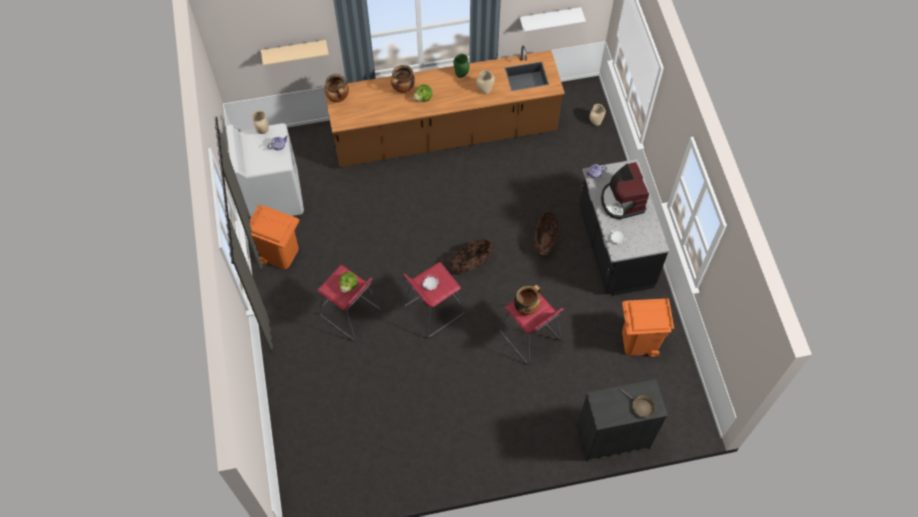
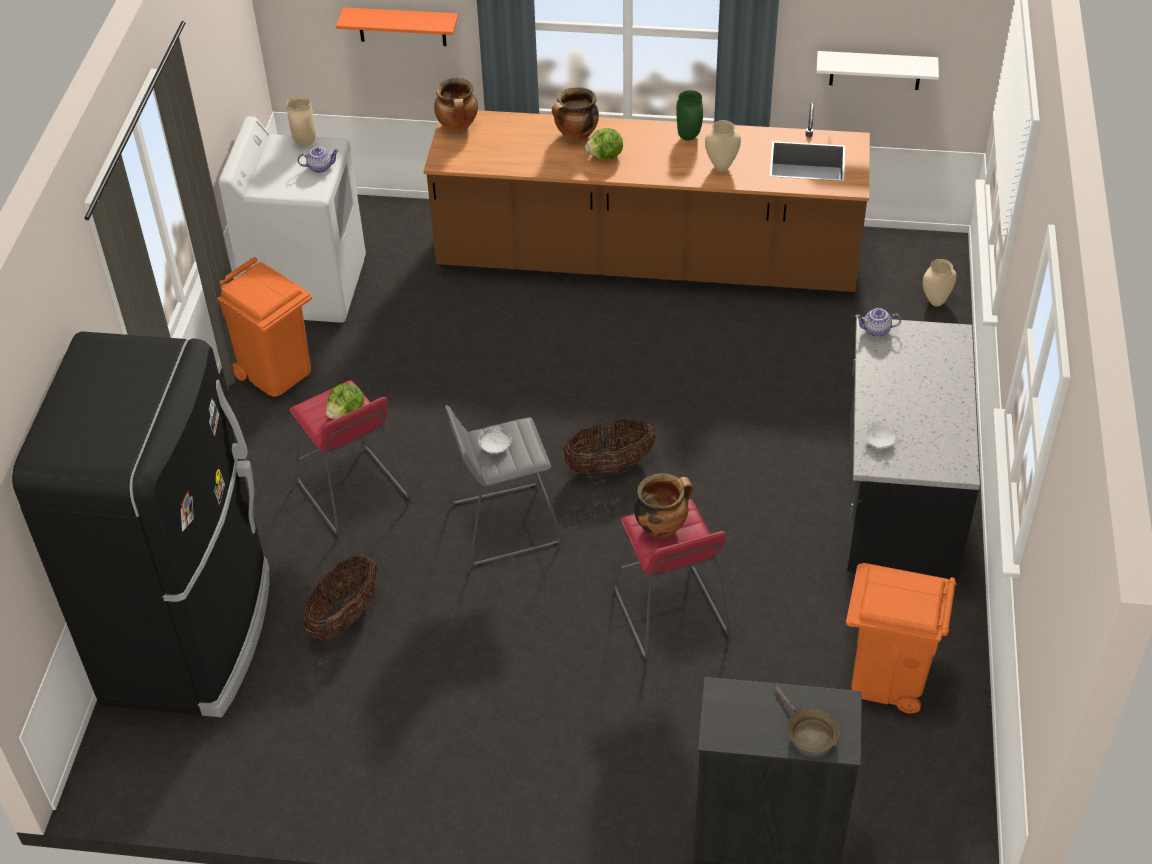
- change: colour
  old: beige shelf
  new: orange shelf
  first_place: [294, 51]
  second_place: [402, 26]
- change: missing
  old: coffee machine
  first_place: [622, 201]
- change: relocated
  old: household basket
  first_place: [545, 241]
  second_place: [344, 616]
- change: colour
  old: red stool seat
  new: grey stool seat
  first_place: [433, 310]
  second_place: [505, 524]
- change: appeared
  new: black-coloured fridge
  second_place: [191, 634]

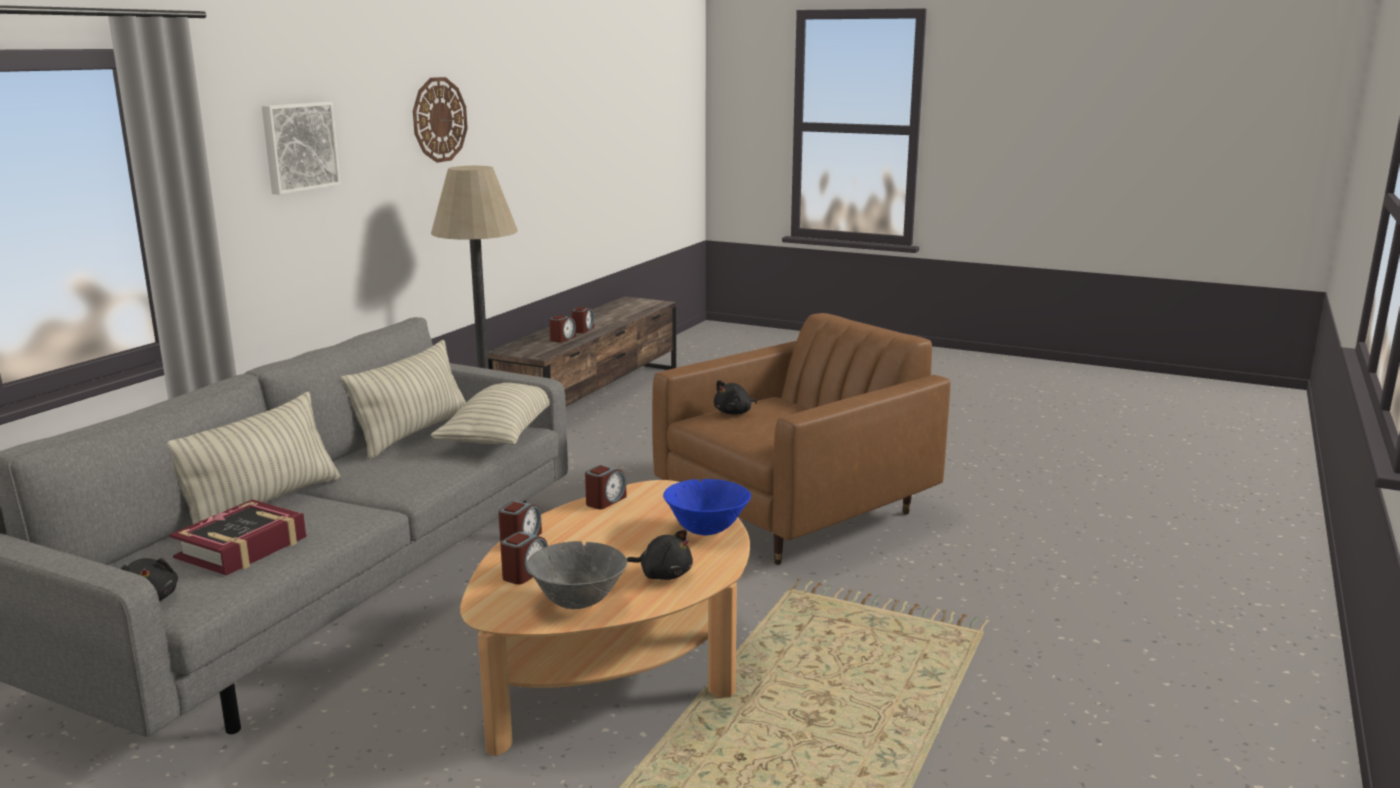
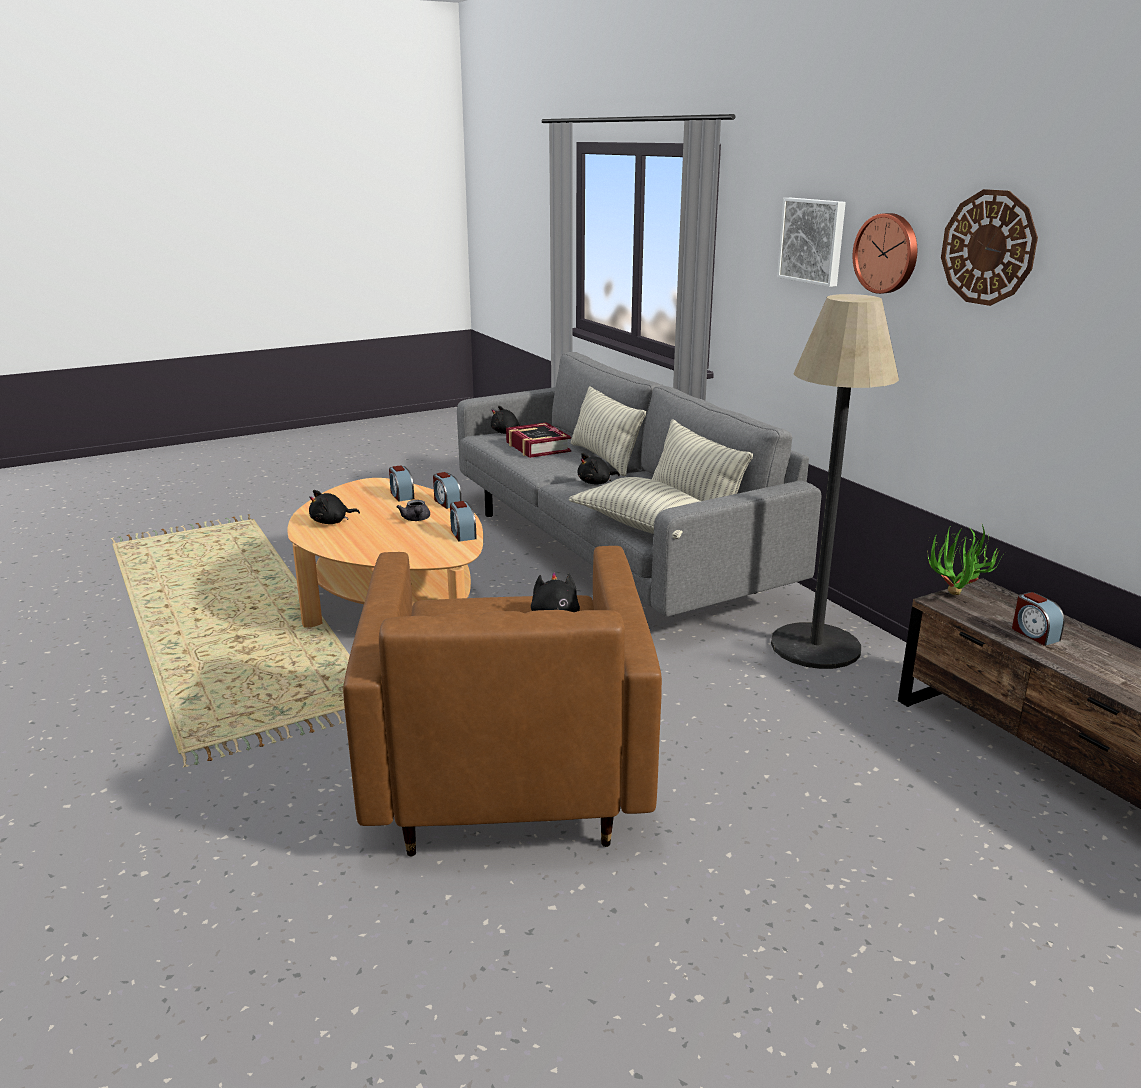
- change: missing
  old: alarm clock
  first_place: [582, 330]
- change: missing
  old: bluish serving bowl
  first_place: [706, 531]
- change: missing
  old: grey serving bowl
  first_place: [577, 603]
- change: appeared
  new: clock on the wall
  second_place: [887, 253]
- change: appeared
  new: black-coloured soft toy
  second_place: [596, 483]
- change: appeared
  new: grey pot for tea
  second_place: [416, 519]
- change: appeared
  new: houseplant
  second_place: [955, 599]

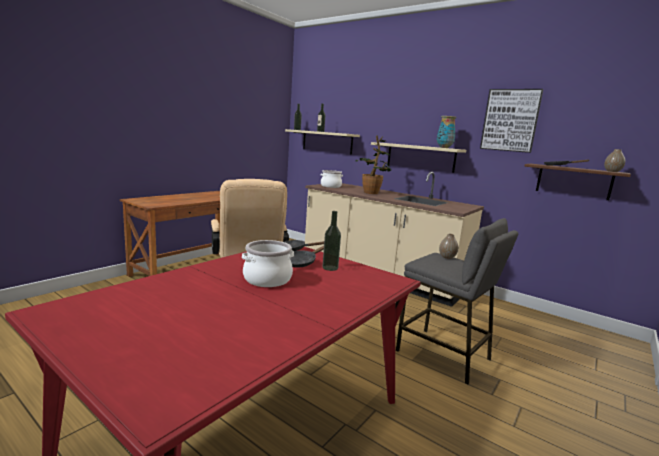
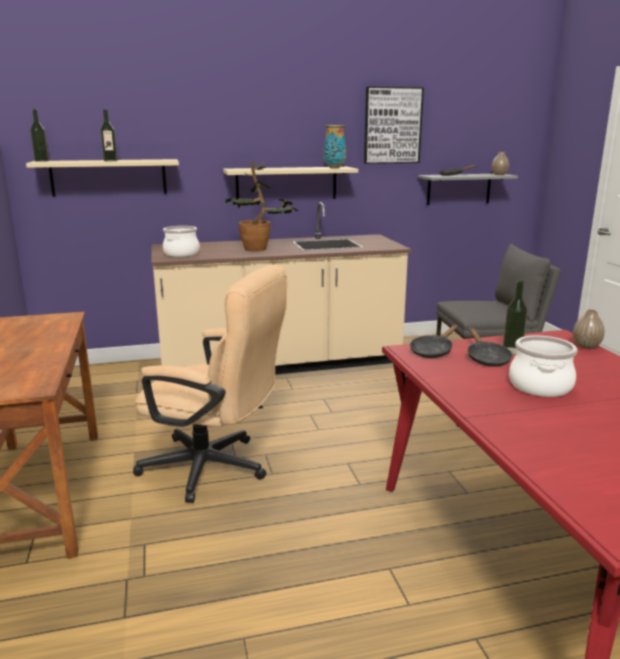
- change: colour
  old: brownish shelf
  new: grey shelf
  first_place: [573, 181]
  second_place: [458, 189]
- change: relocated
  old: decorative vase
  first_place: [447, 257]
  second_place: [586, 346]

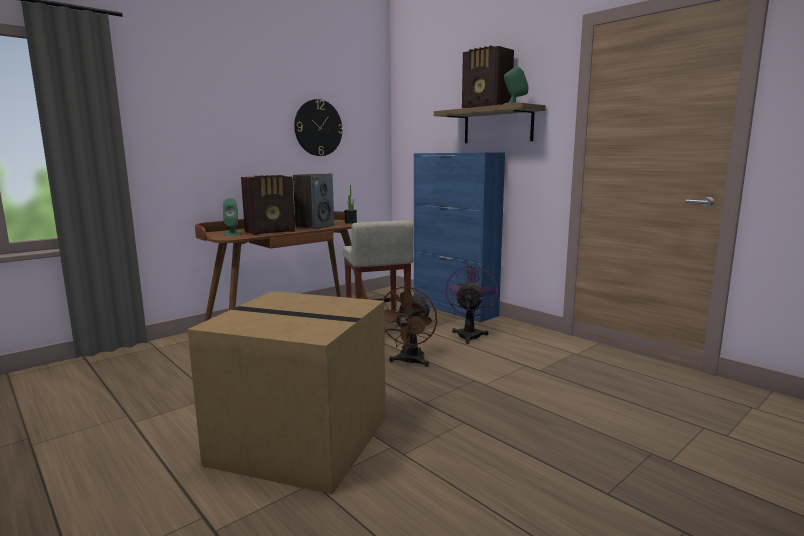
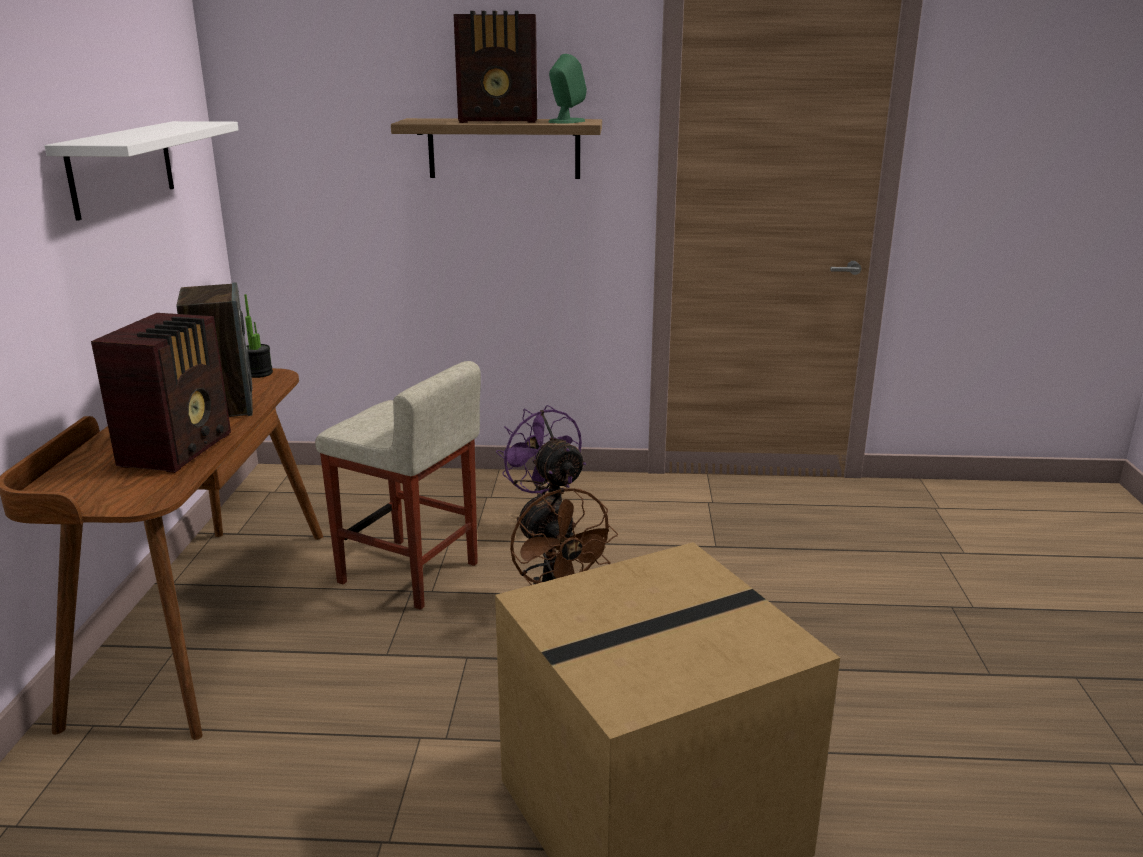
- change: exchanged
  old: clock on the wall
  new: whitish shelf
  first_place: [318, 128]
  second_place: [122, 167]
- change: missing
  old: bluish cabinet
  first_place: [454, 309]
- change: missing
  old: green loudspeaker
  first_place: [232, 234]

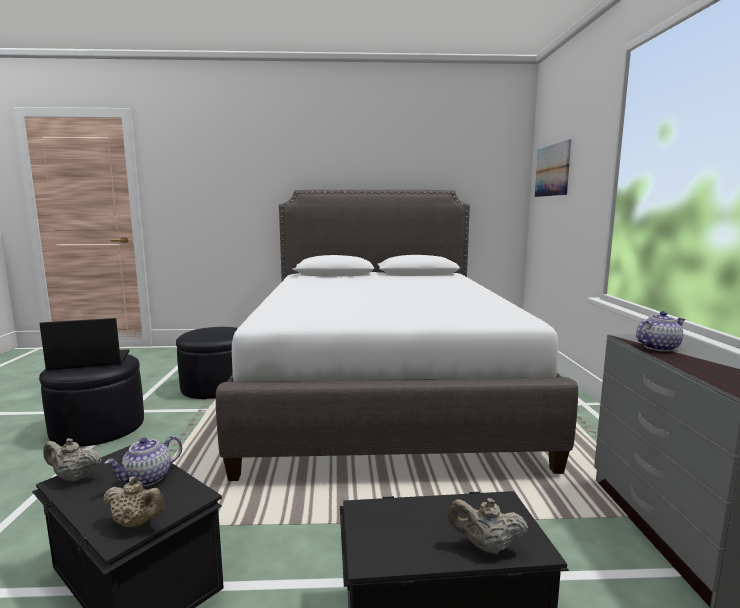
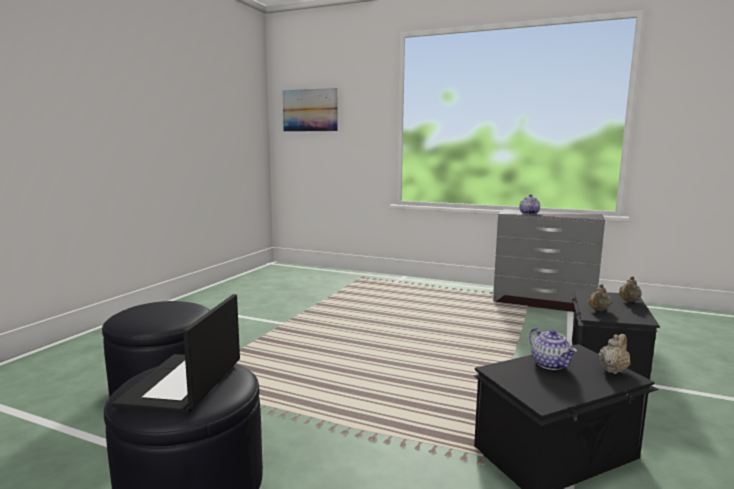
- change: missing
  old: whitish sleeping bed
  first_place: [382, 389]
- change: relocated
  old: beige pot for tea
  first_place: [73, 477]
  second_place: [598, 310]

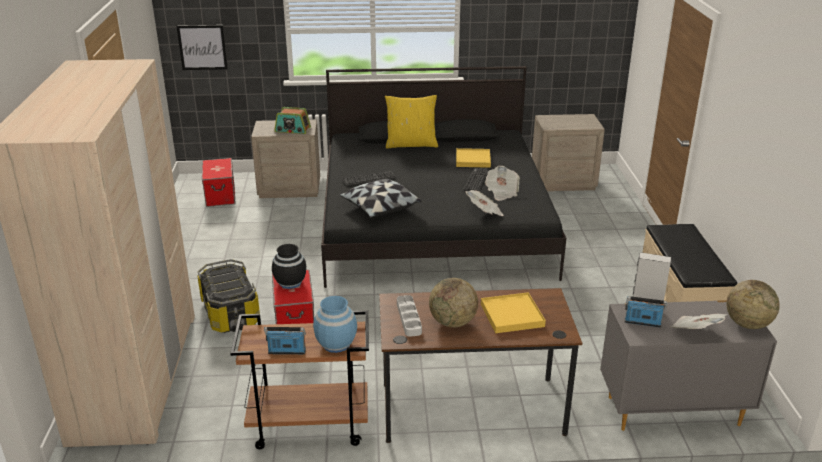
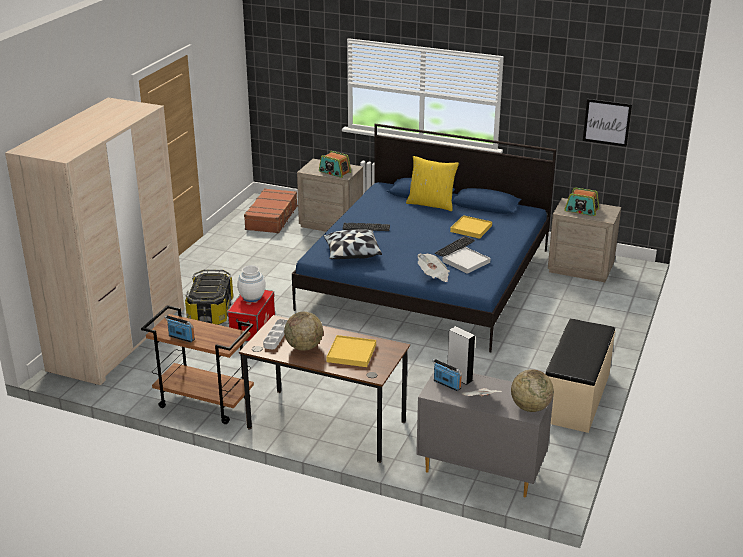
- change: relocated
  old: wall art
  first_place: [202, 47]
  second_place: [607, 122]
- change: colour
  old: black-coloured sleeping bed
  new: bluish sleeping bed
  first_place: [434, 222]
  second_place: [426, 279]
- change: exchanged
  old: storage bin
  new: brownish piece of luggage
  first_place: [220, 195]
  second_place: [272, 218]
- change: exchanged
  old: daily paper
  new: whitish carrying tray
  first_place: [501, 192]
  second_place: [466, 262]
- change: colour
  old: black-coloured decorative vase
  new: whitish decorative vase
  first_place: [290, 282]
  second_place: [252, 297]
- change: missing
  old: bluish decorative vase
  first_place: [336, 344]
- change: appeared
  new: radio receiver
  second_place: [581, 210]

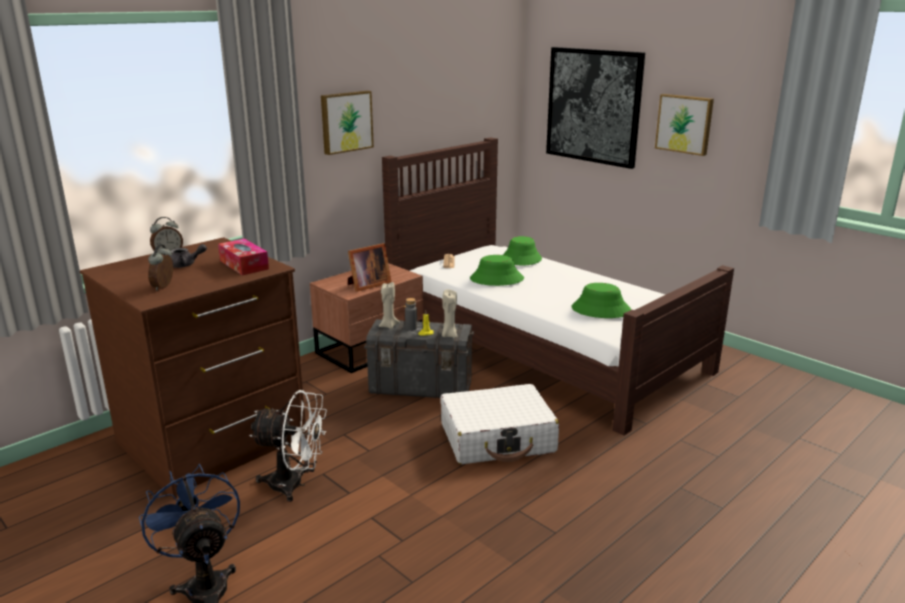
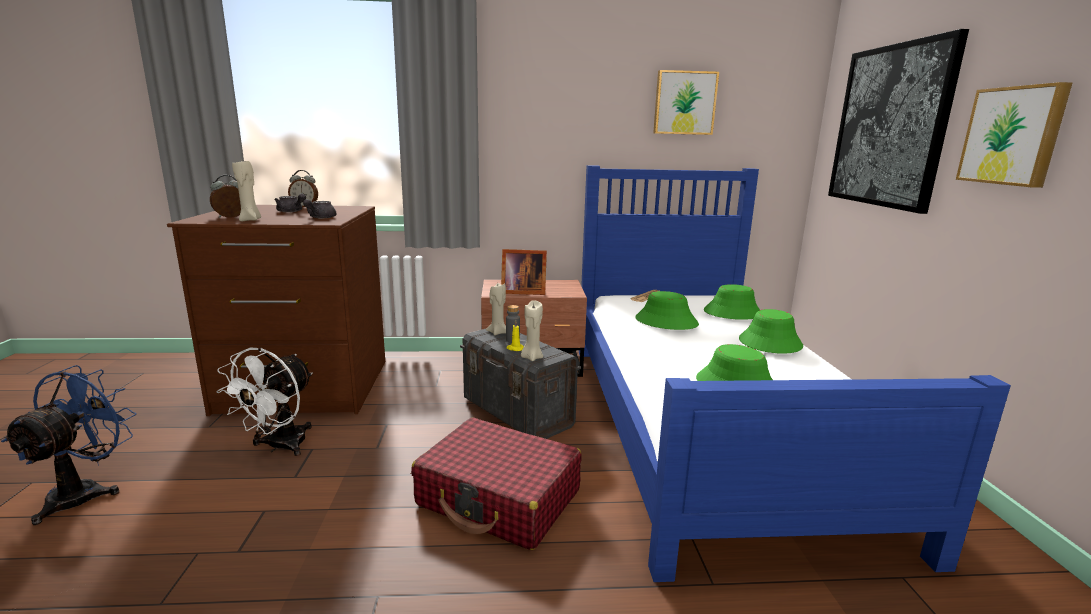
- change: relocated
  old: wall art
  first_place: [346, 122]
  second_place: [684, 103]
- change: colour
  old: brownish sleeping bed
  new: bluish sleeping bed
  first_place: [541, 347]
  second_place: [704, 425]
- change: exchanged
  old: box of tissues
  new: grey pot for tea
  first_place: [244, 265]
  second_place: [319, 217]
- change: colour
  old: whitish piece of luggage
  new: red piece of luggage
  first_place: [498, 438]
  second_place: [499, 498]
- change: spun
  old: whitish electric fan
  first_place: [295, 485]
  second_place: [279, 447]
  degrees: 60
- change: appeared
  new: beige wax candle
  second_place: [250, 220]
- change: appeared
  new: green clothing hat
  second_place: [769, 343]

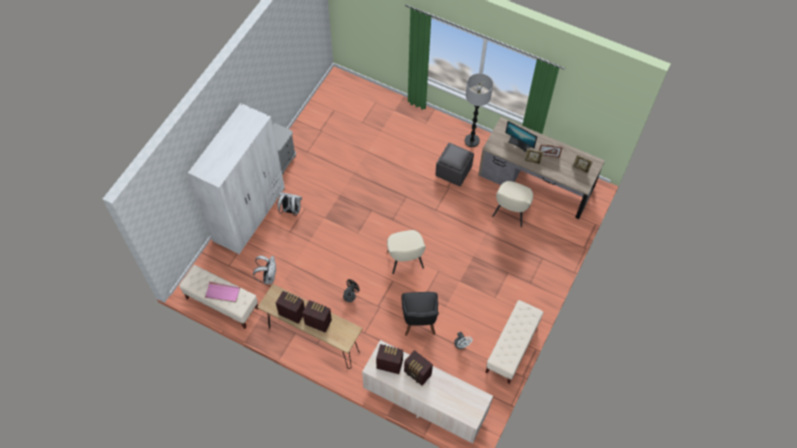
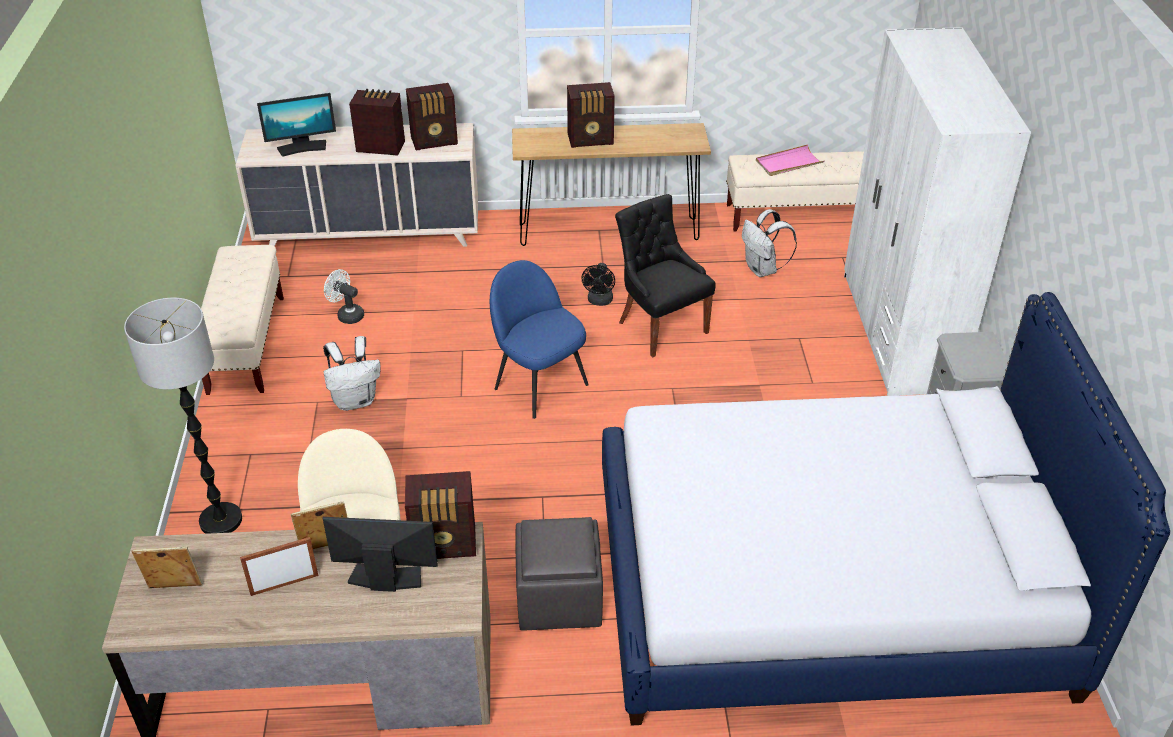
- change: relocated
  old: standard lamp
  first_place: [472, 141]
  second_place: [220, 520]
- change: relocated
  old: whitish backpack
  first_place: [291, 211]
  second_place: [355, 400]
- change: colour
  old: beige plain chair
  new: bluish plain chair
  first_place: [405, 261]
  second_place: [539, 385]
- change: relocated
  old: radio receiver
  first_place: [292, 312]
  second_place: [445, 544]
- change: relocated
  old: black-coloured plain chair
  first_place: [419, 322]
  second_place: [660, 326]
- change: appeared
  new: computer display
  second_place: [302, 148]
- change: appeared
  new: sleeping bed
  second_place: [827, 585]

